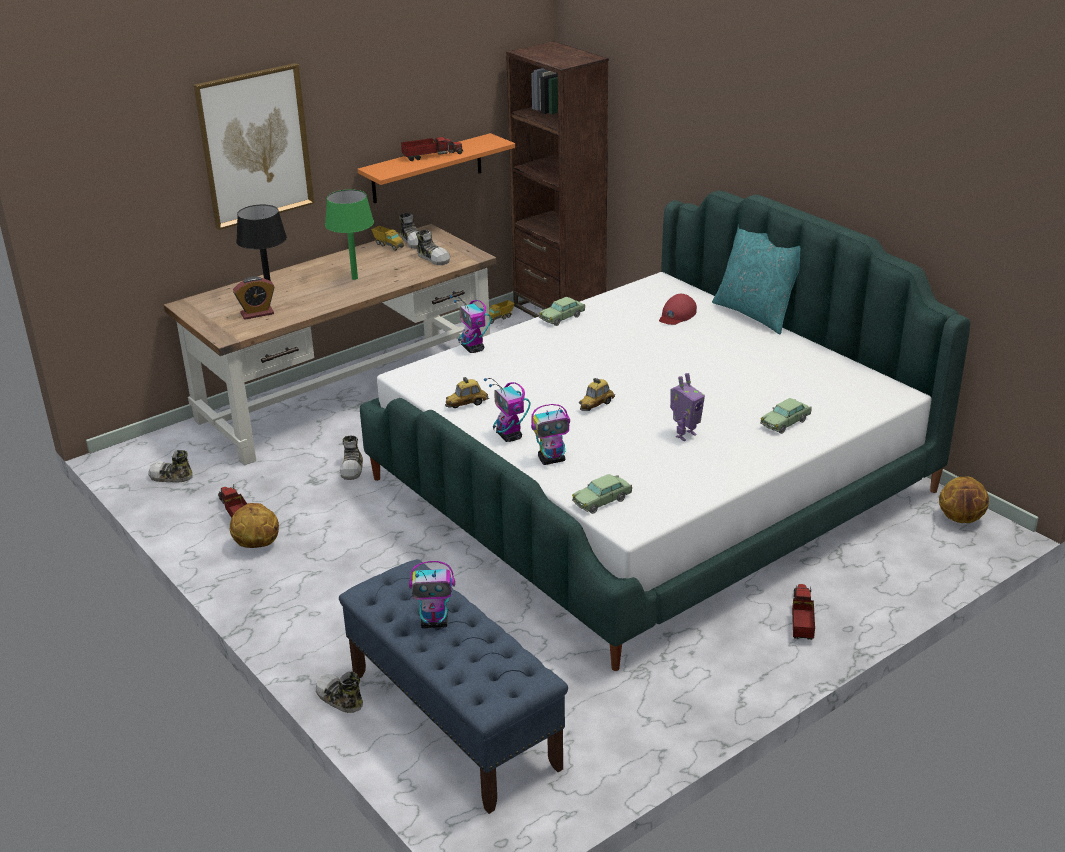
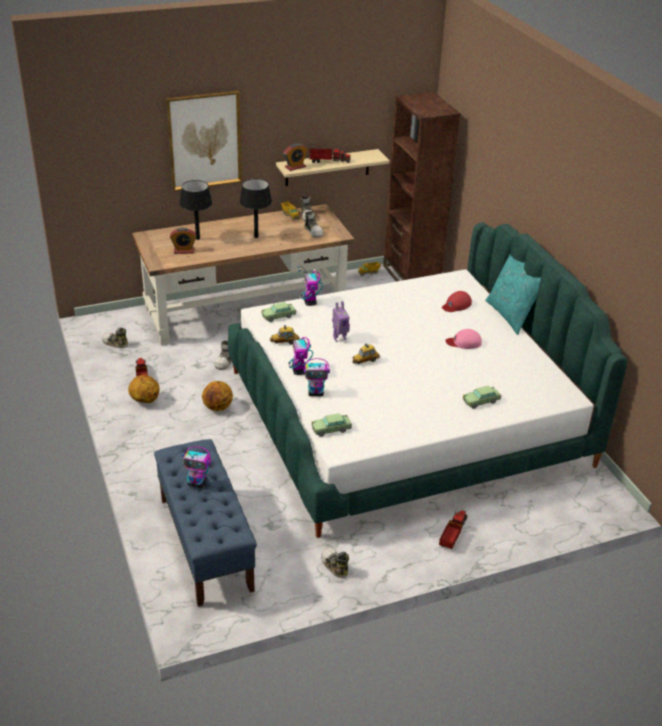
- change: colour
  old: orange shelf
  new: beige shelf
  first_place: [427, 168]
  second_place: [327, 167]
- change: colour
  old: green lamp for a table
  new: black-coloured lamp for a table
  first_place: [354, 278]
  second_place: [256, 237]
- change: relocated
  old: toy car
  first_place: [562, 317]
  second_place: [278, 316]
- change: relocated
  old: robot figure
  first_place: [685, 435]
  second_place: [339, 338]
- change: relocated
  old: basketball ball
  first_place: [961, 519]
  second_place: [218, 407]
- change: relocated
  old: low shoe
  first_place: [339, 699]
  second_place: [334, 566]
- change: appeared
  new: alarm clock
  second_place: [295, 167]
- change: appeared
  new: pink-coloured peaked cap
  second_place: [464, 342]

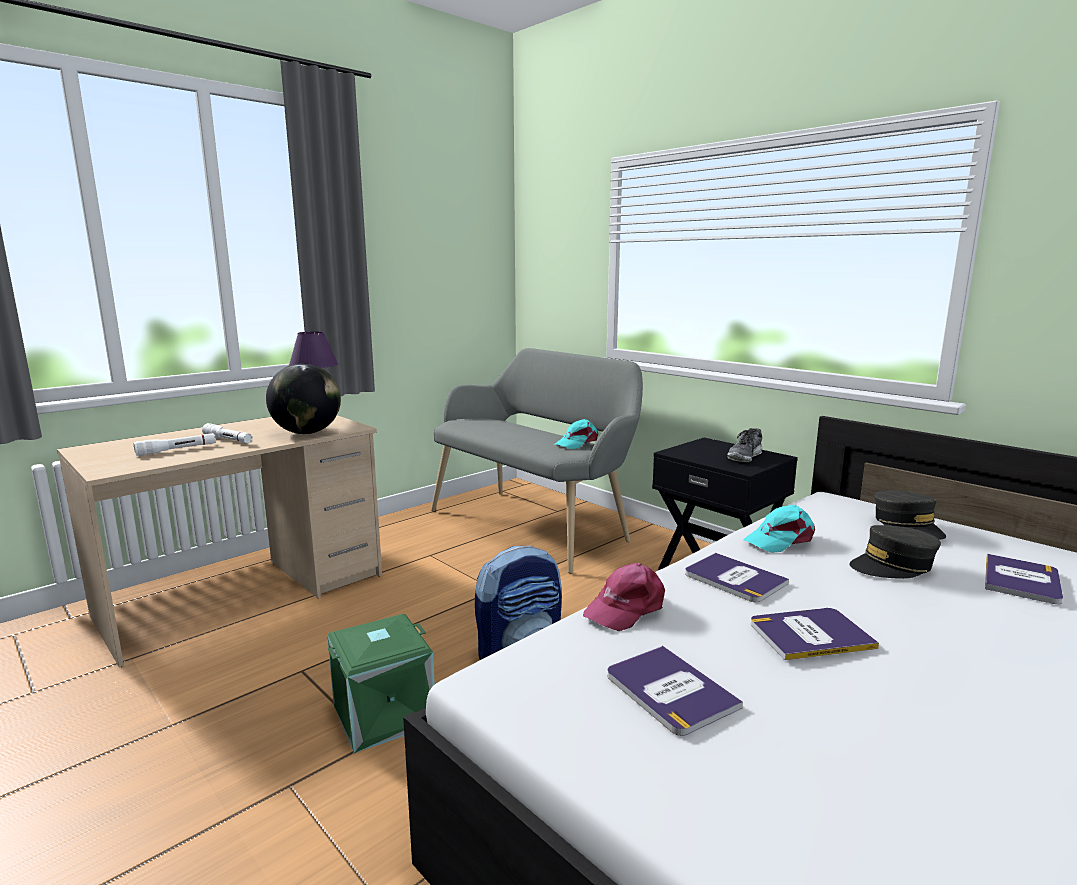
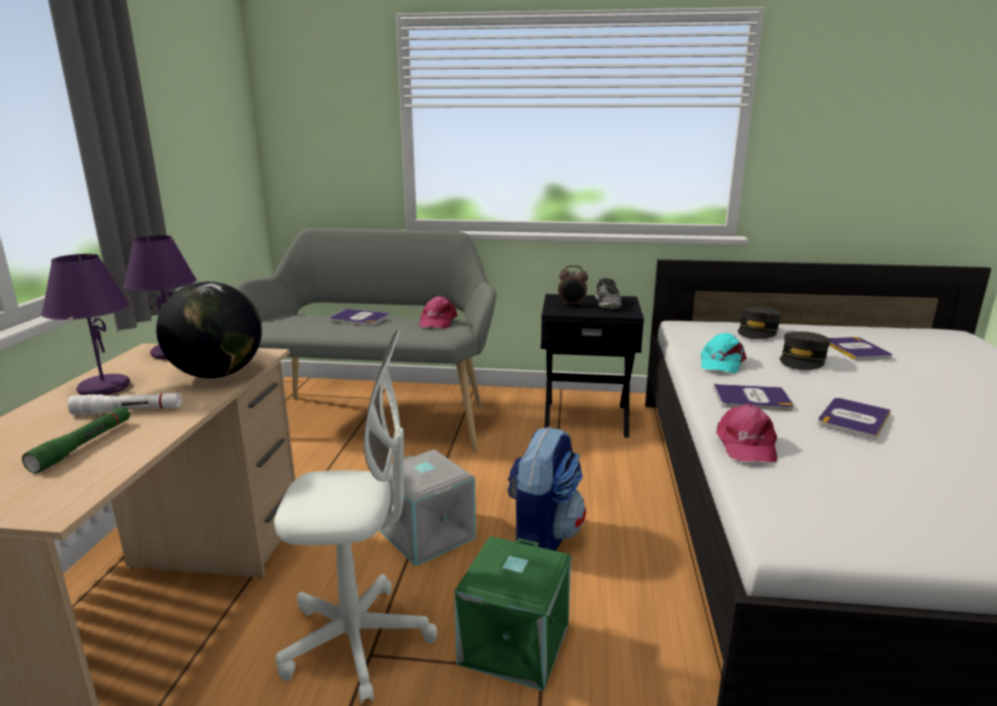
- change: colour
  old: blue-green peaked cap
  new: pink-coloured peaked cap
  first_place: [577, 443]
  second_place: [437, 321]
- change: colour
  old: whitish hand torch
  new: green hand torch
  first_place: [177, 450]
  second_place: [83, 445]
- change: spun
  old: grey peaked cap
  first_place: [907, 525]
  second_place: [757, 331]
  degrees: 90
- change: relocated
  old: book
  first_place: [670, 690]
  second_place: [359, 318]
- change: appeared
  new: purplish lamp for a table
  second_place: [103, 388]
- change: appeared
  new: alarm clock
  second_place: [572, 305]
- change: appeared
  new: whitish computer chair
  second_place: [357, 641]
- change: appeared
  new: grey storage bin
  second_place: [429, 534]

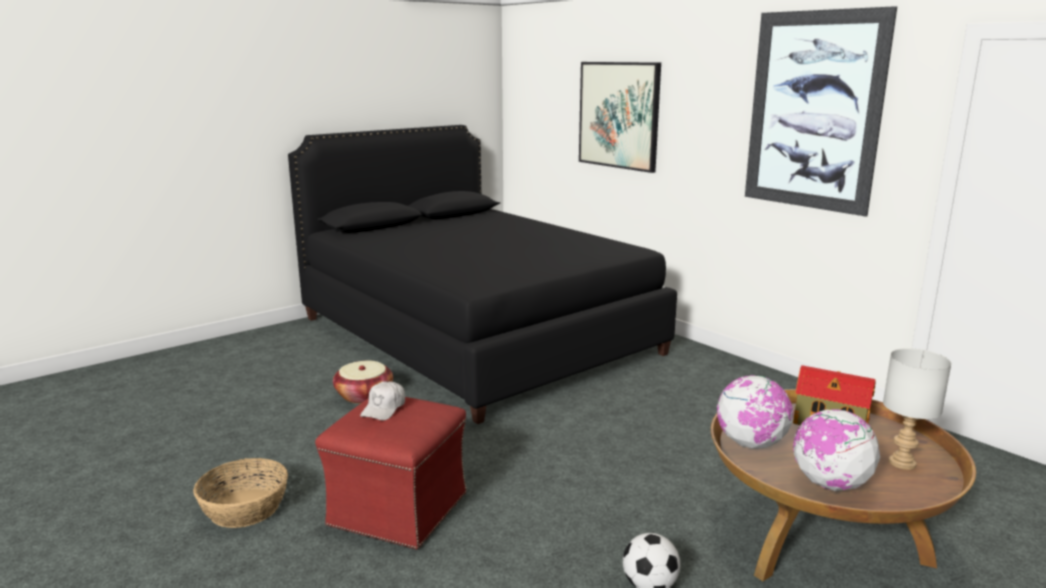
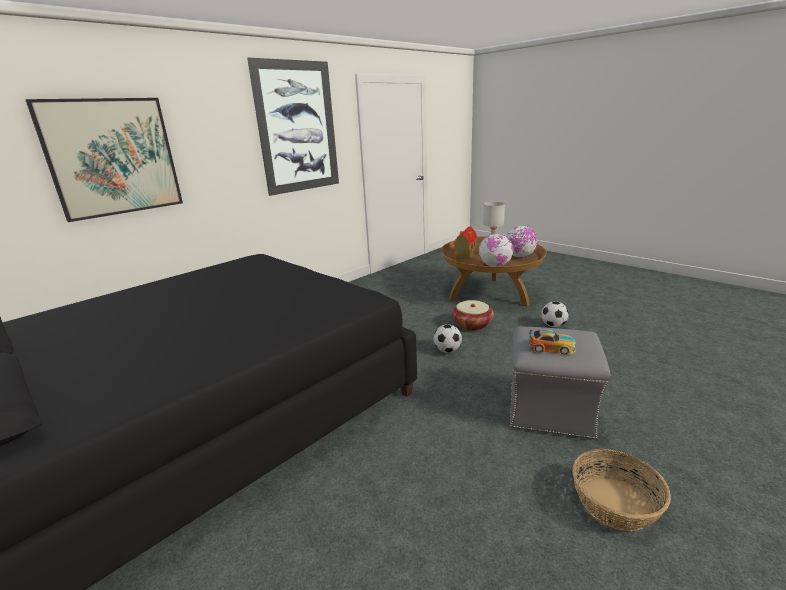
- change: relocated
  old: household basket
  first_place: [364, 395]
  second_place: [472, 324]
- change: exchanged
  old: whitish peaked cap
  new: toy car
  first_place: [384, 409]
  second_place: [551, 347]
- change: colour
  old: red pouffe
  new: grey pouffe
  first_place: [398, 510]
  second_place: [551, 409]
- change: appeared
  new: ball for football
  second_place: [447, 350]

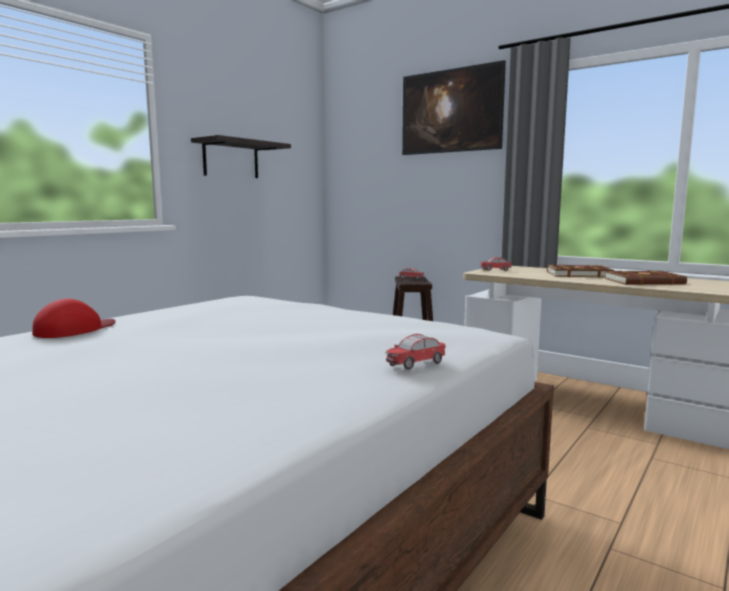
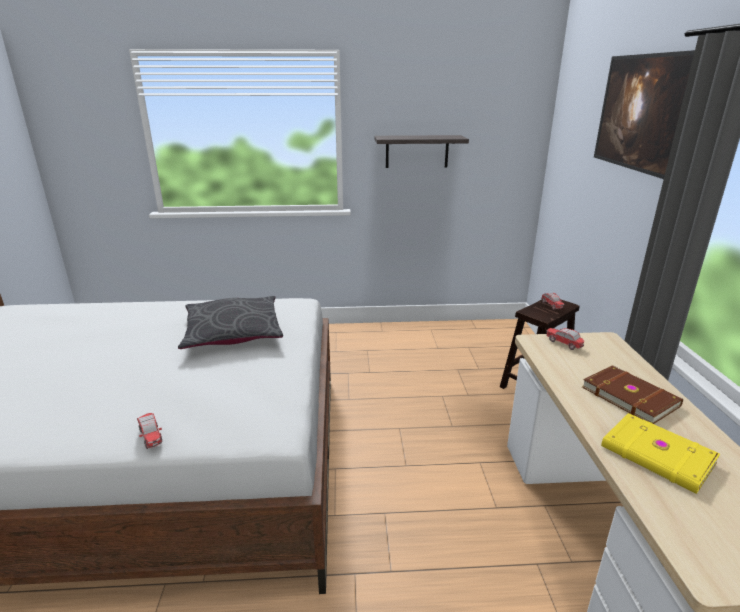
- change: colour
  old: brownish book
  new: yellow book
  first_place: [645, 282]
  second_place: [657, 456]
- change: missing
  old: red peaked cap
  first_place: [75, 329]
- change: spun
  old: toy car
  first_place: [416, 365]
  second_place: [151, 437]
  degrees: -135
- change: appeared
  new: grey pillow
  second_place: [233, 333]

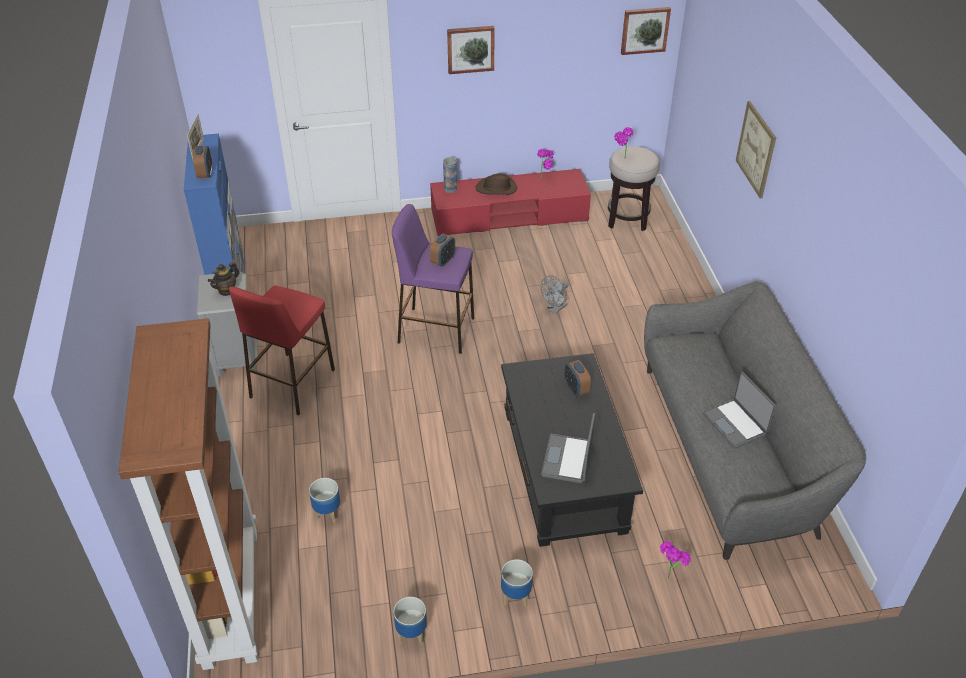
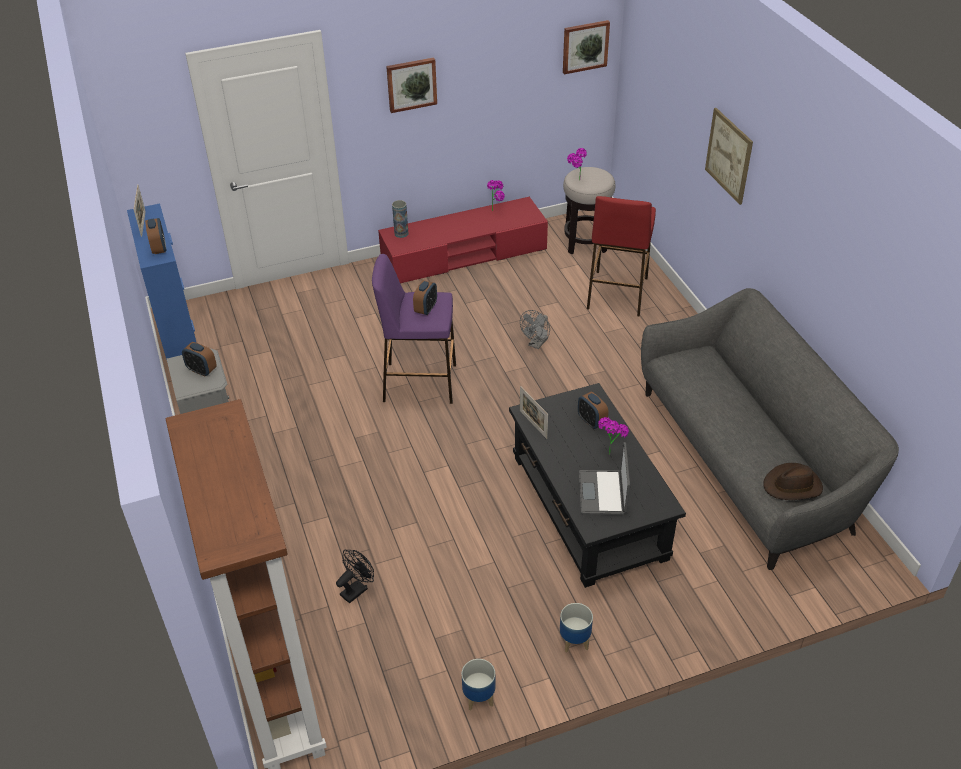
- change: relocated
  old: brownish clothing hat
  first_place: [496, 188]
  second_place: [793, 486]
- change: exchanged
  old: pot for tea
  new: alarm clock
  first_place: [227, 290]
  second_place: [202, 370]
- change: relocated
  old: red stool seat
  first_place: [292, 384]
  second_place: [617, 293]
- change: missing
  old: portable computer
  first_place: [735, 423]
- change: exchanged
  old: plant pot
  new: black-coloured electric fan
  first_place: [327, 513]
  second_place: [357, 589]
- change: relocated
  old: houseplant
  first_place: [669, 573]
  second_place: [610, 450]
- change: appeared
  new: picture frame
  second_place: [533, 424]

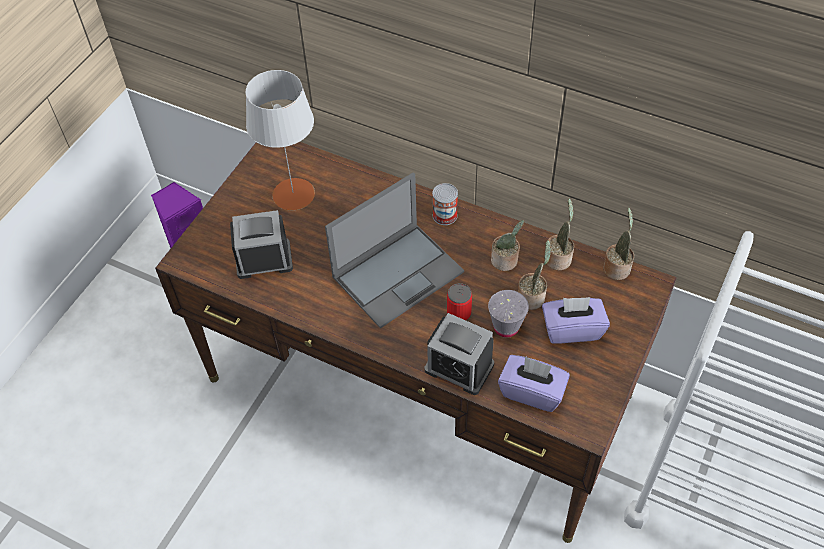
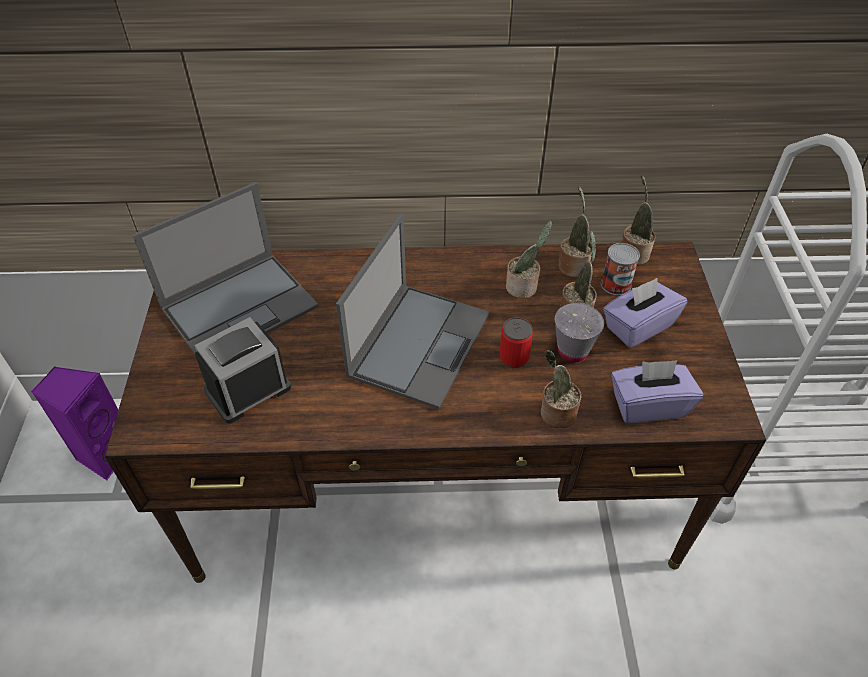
- change: exchanged
  old: grey lamp for a table
  new: portable computer
  first_place: [293, 194]
  second_place: [241, 306]
- change: relocated
  old: can
  first_place: [445, 215]
  second_place: [615, 284]
- change: exchanged
  old: alarm clock
  new: houseplant
  first_place: [459, 367]
  second_place: [555, 413]

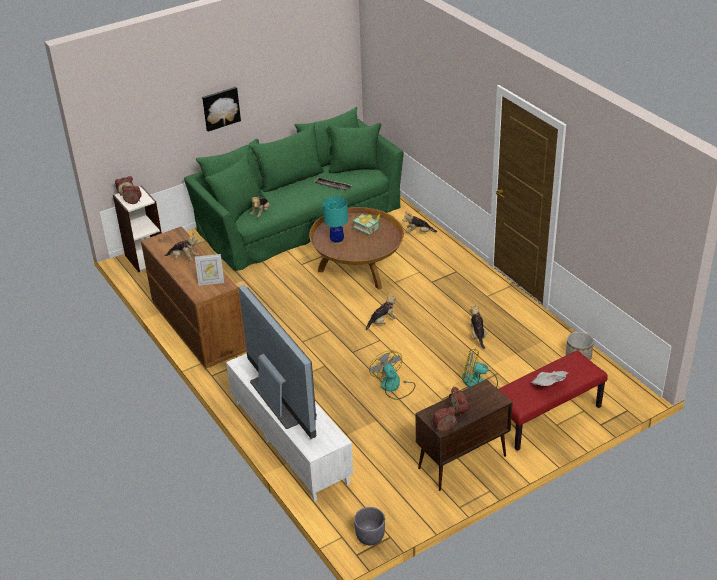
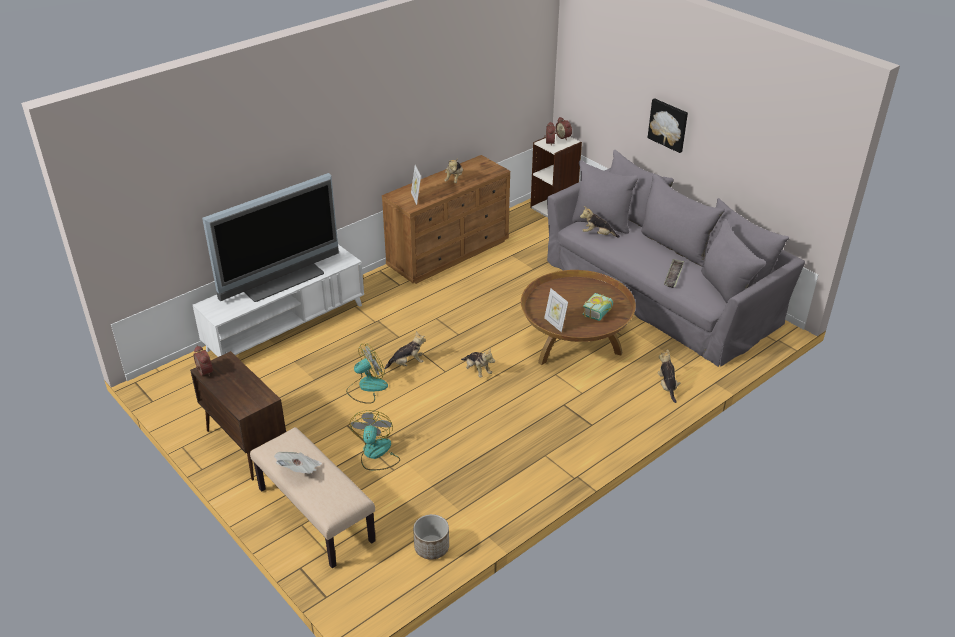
- change: colour
  old: green couch
  new: grey couch
  first_place: [299, 219]
  second_place: [660, 291]
- change: missing
  old: blue-green lamp for a table
  first_place: [337, 241]
- change: relocated
  old: soft toy
  first_place: [478, 335]
  second_place: [407, 363]
- change: colour
  old: red indoor bench
  new: beige indoor bench
  first_place: [546, 417]
  second_place: [314, 515]
- change: missing
  old: alarm clock
  first_place: [459, 410]
- change: missing
  old: grey plant pot
  first_place: [370, 536]
- change: appeared
  new: picture frame
  second_place: [555, 324]

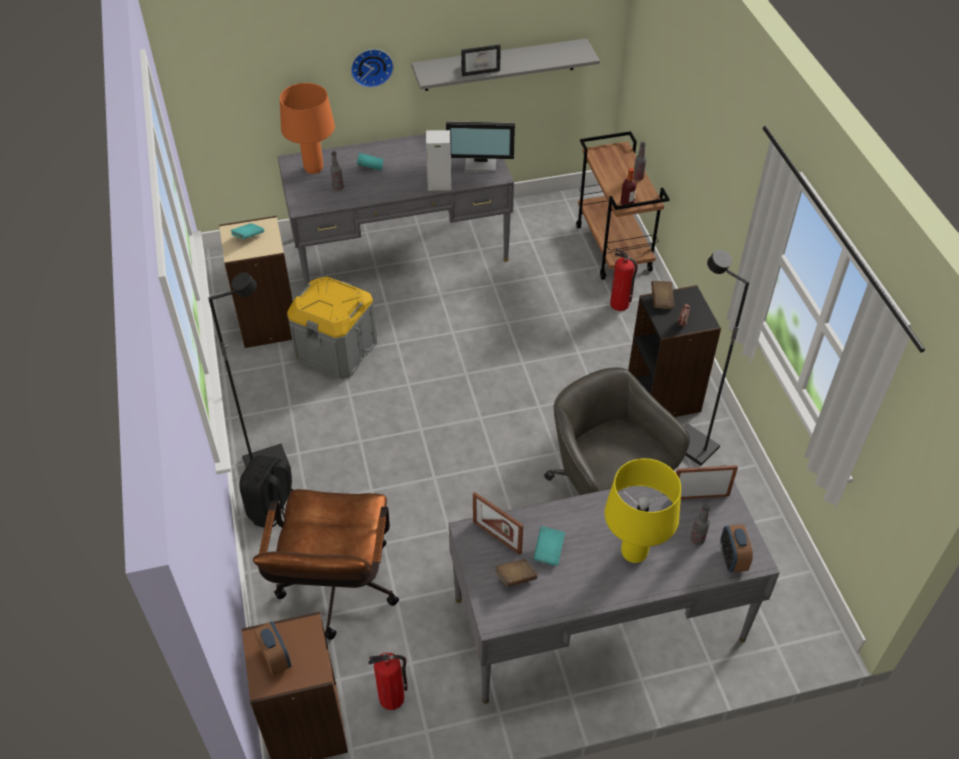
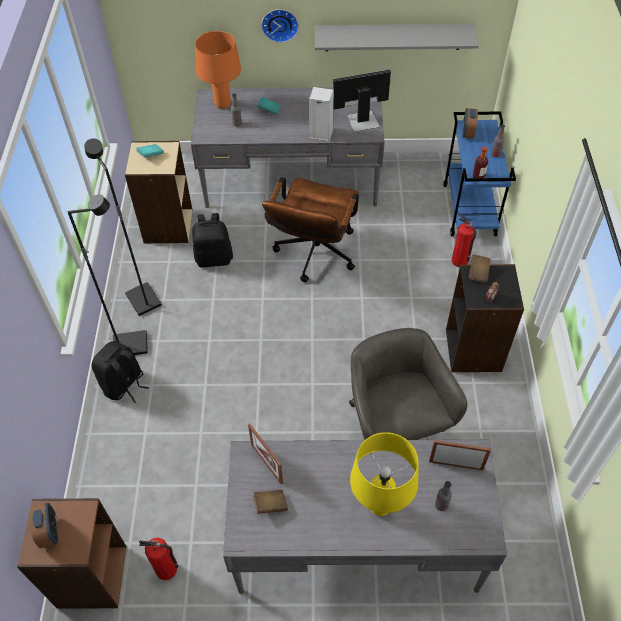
- change: missing
  old: picture frame
  first_place: [480, 71]
- change: spun
  old: computer display
  first_place: [481, 163]
  second_place: [362, 121]
  degrees: 150
- change: colour
  old: brownish trolley
  new: bluish trolley
  first_place: [614, 249]
  second_place: [470, 210]
- change: relocated
  old: black-coloured standard lamp
  first_place: [692, 446]
  second_place: [142, 300]
- change: exchanged
  old: grey storage bin
  new: black-coloured backpack
  first_place: [336, 350]
  second_place: [214, 258]
- change: relocated
  old: brownish computer chair
  first_place: [336, 594]
  second_place: [313, 256]
- change: relocated
  old: alarm clock
  first_place: [732, 559]
  second_place: [468, 133]
- change: missing
  old: blue-green book
  first_place: [548, 551]

